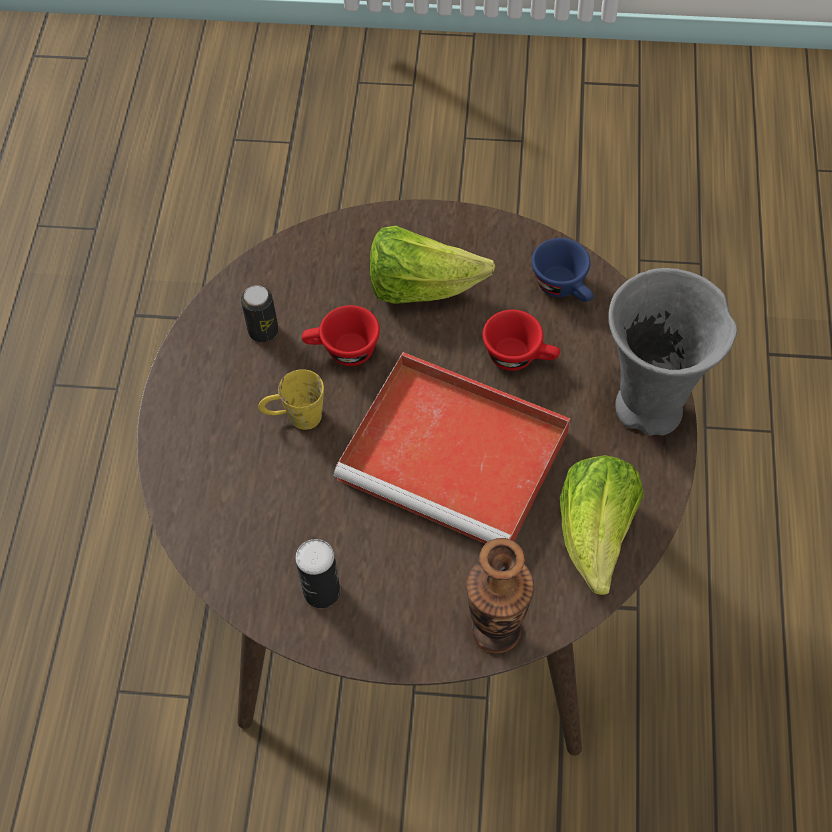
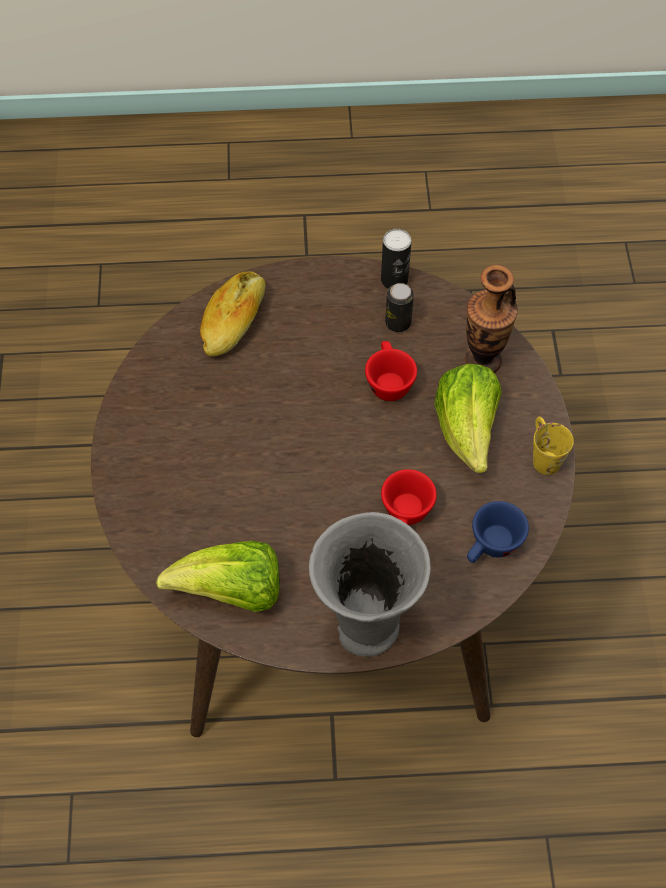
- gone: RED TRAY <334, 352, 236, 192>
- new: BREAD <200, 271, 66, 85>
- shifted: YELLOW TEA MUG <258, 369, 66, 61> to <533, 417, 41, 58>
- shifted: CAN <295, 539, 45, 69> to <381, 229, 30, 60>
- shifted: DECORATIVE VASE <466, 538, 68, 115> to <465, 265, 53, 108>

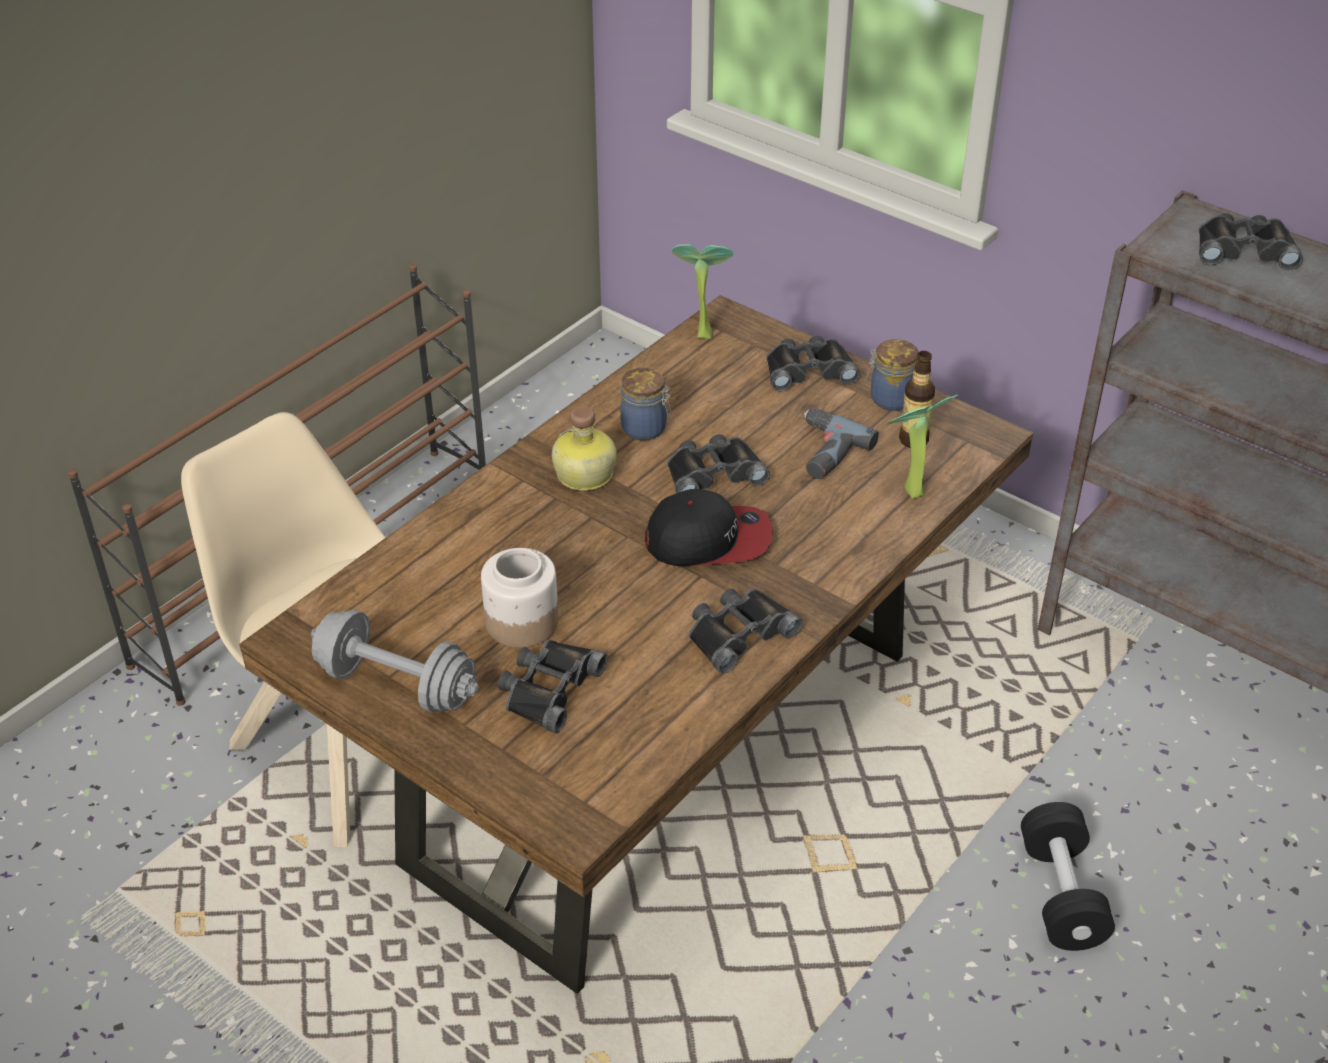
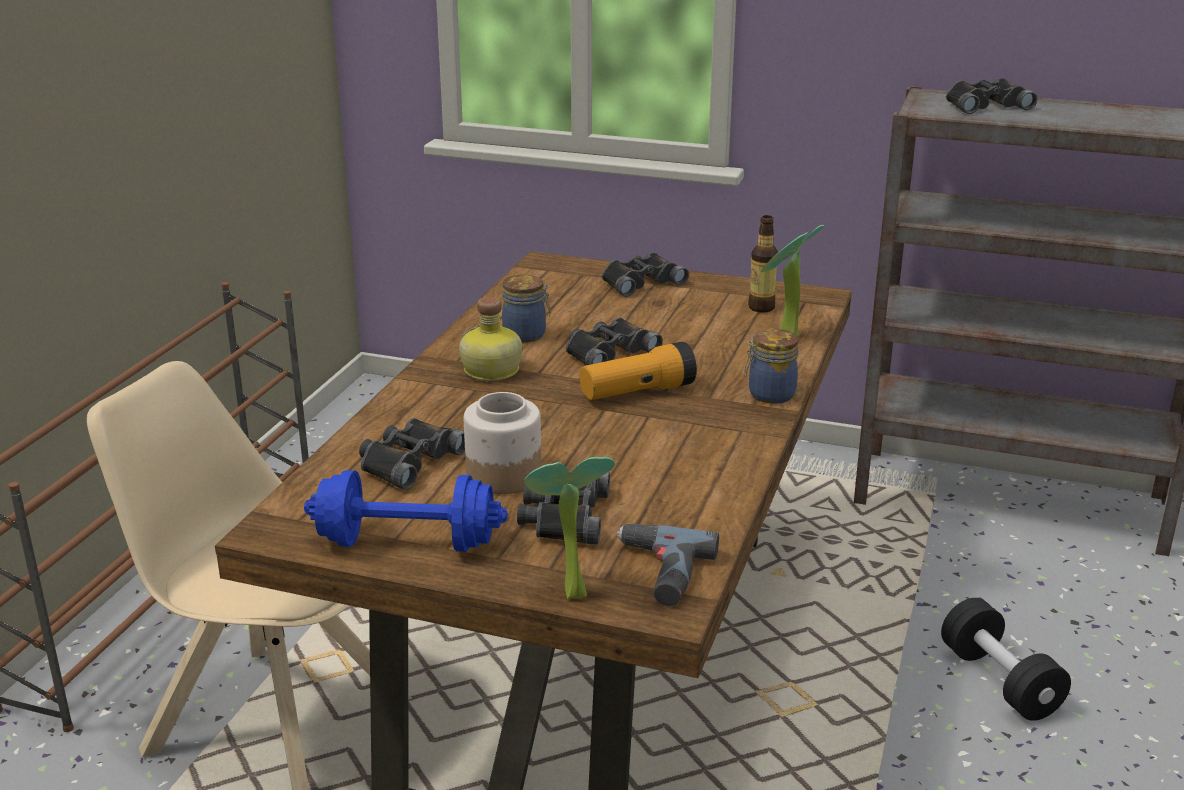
- shifted: POTTED PLANT <672, 244, 61, 95> to <524, 457, 91, 142>
- shifted: BLACK PAIR OF BINOCULARS <688, 589, 115, 85> to <359, 418, 106, 72>
- shifted: ELECTRIC DRILL <804, 408, 75, 71> to <617, 523, 102, 83>
- shifted: PRESERVE JAR <866, 339, 52, 72> to <744, 328, 55, 76>
- swapped: PEAKED CAP <645, 489, 128, 77> to FLASHLIGHT <580, 342, 117, 58>
- repainted: GRAY DUMBBELL <311, 609, 168, 104> to BLUISH DUMBBELL <304, 470, 204, 82>

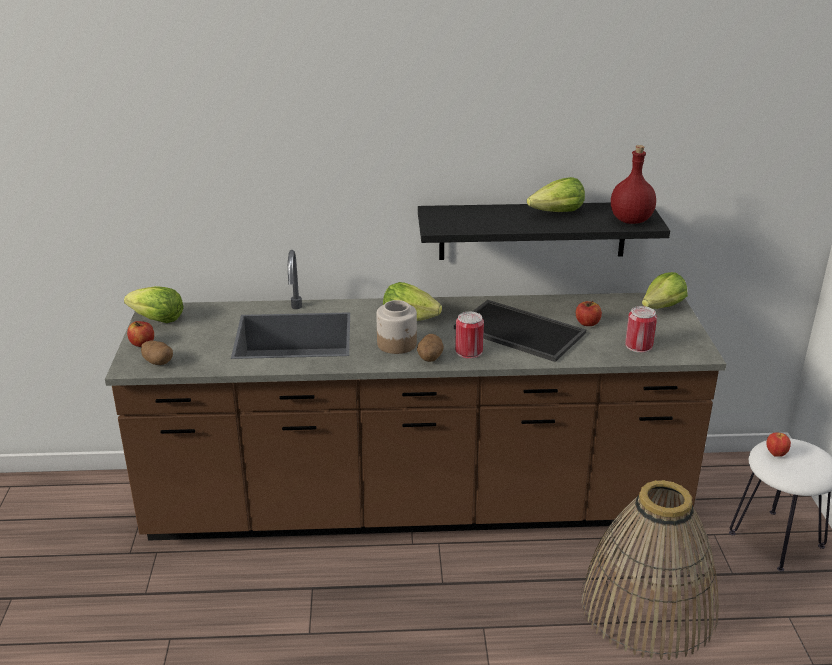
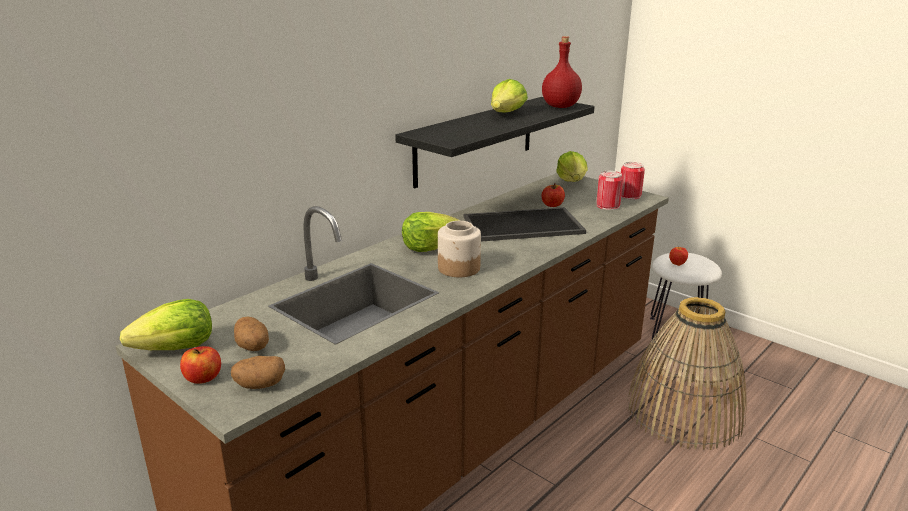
- shifted: POTATO <417, 334, 27, 28> to <234, 317, 35, 34>
- shifted: CAN <455, 312, 29, 47> to <621, 162, 24, 38>

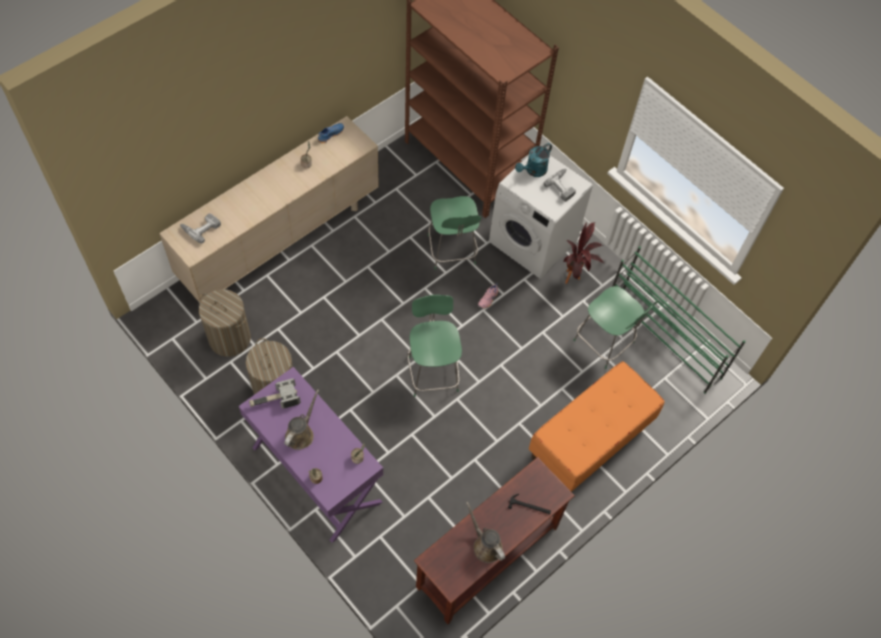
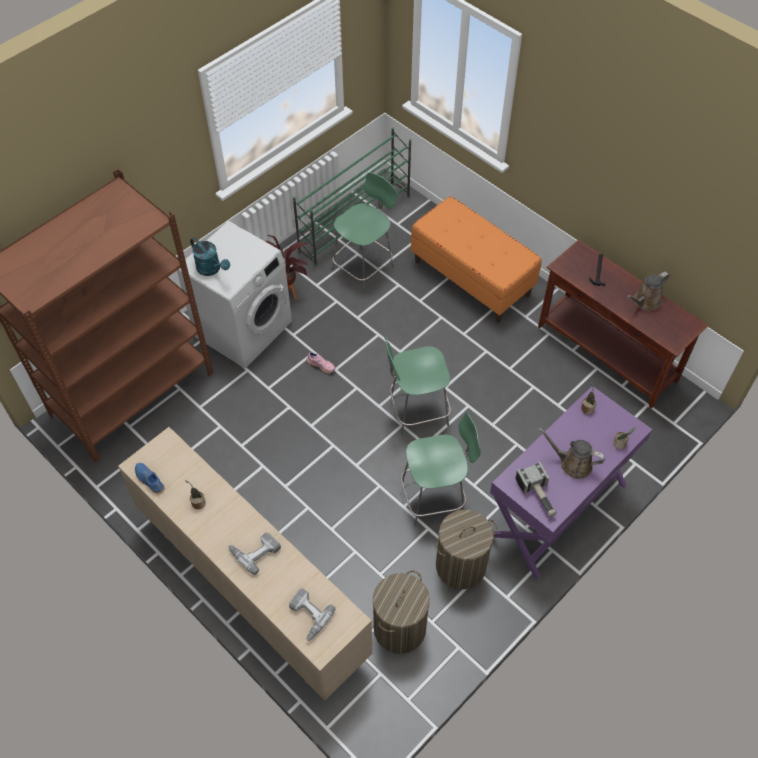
- shifted: GREENISH SITTING STOOL <428, 196, 53, 74> to <401, 413, 80, 113>
- shifted: ELECTRIC DRILL <543, 169, 33, 33> to <228, 532, 53, 43>

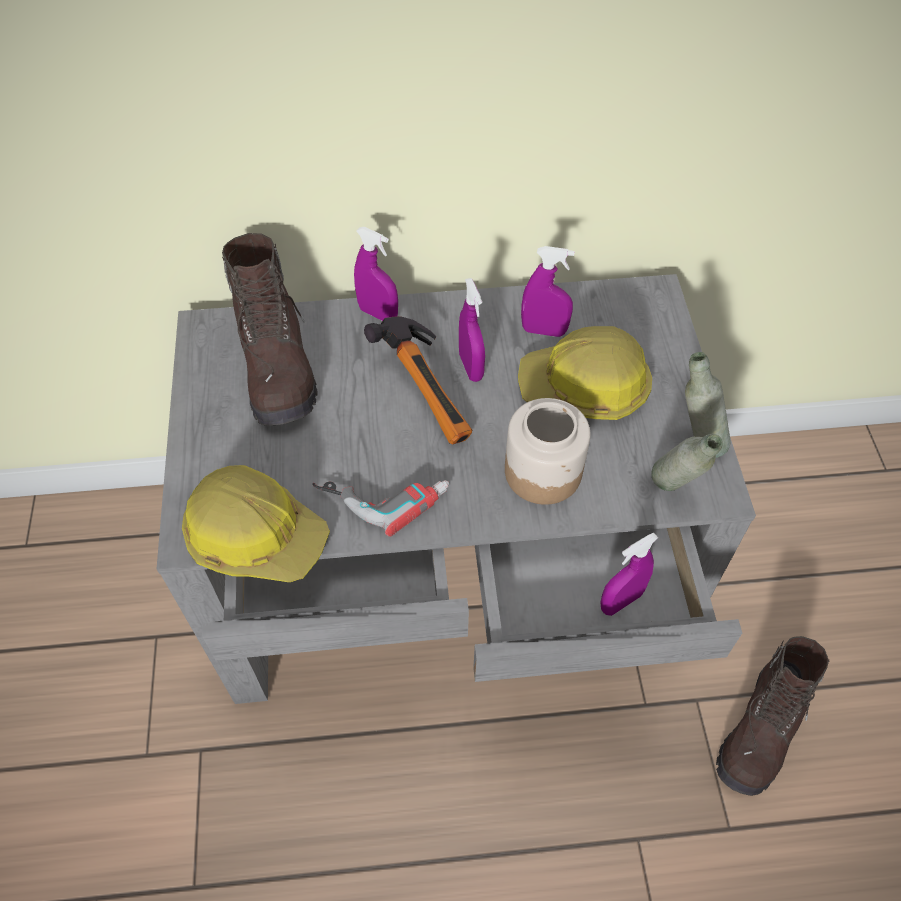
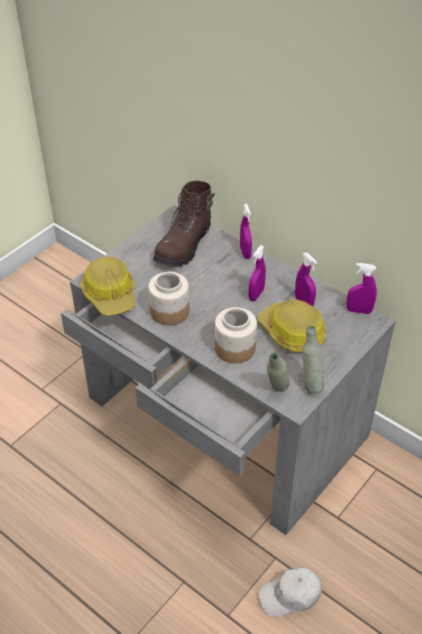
- gone: HAMMER <364, 316, 108, 128>
- shifted: PURPLE-COLOURED SPRAY BOTTLE <600, 533, 58, 83> to <347, 263, 30, 51>
- swapped: ELECTRIC DRILL <312, 480, 137, 57> to PRESERVE JAR <148, 272, 41, 54>
- swapped: BROWN-COLOURED TALL BOOT <716, 636, 113, 160> to WHITE PEAKED CAP <259, 567, 63, 50>

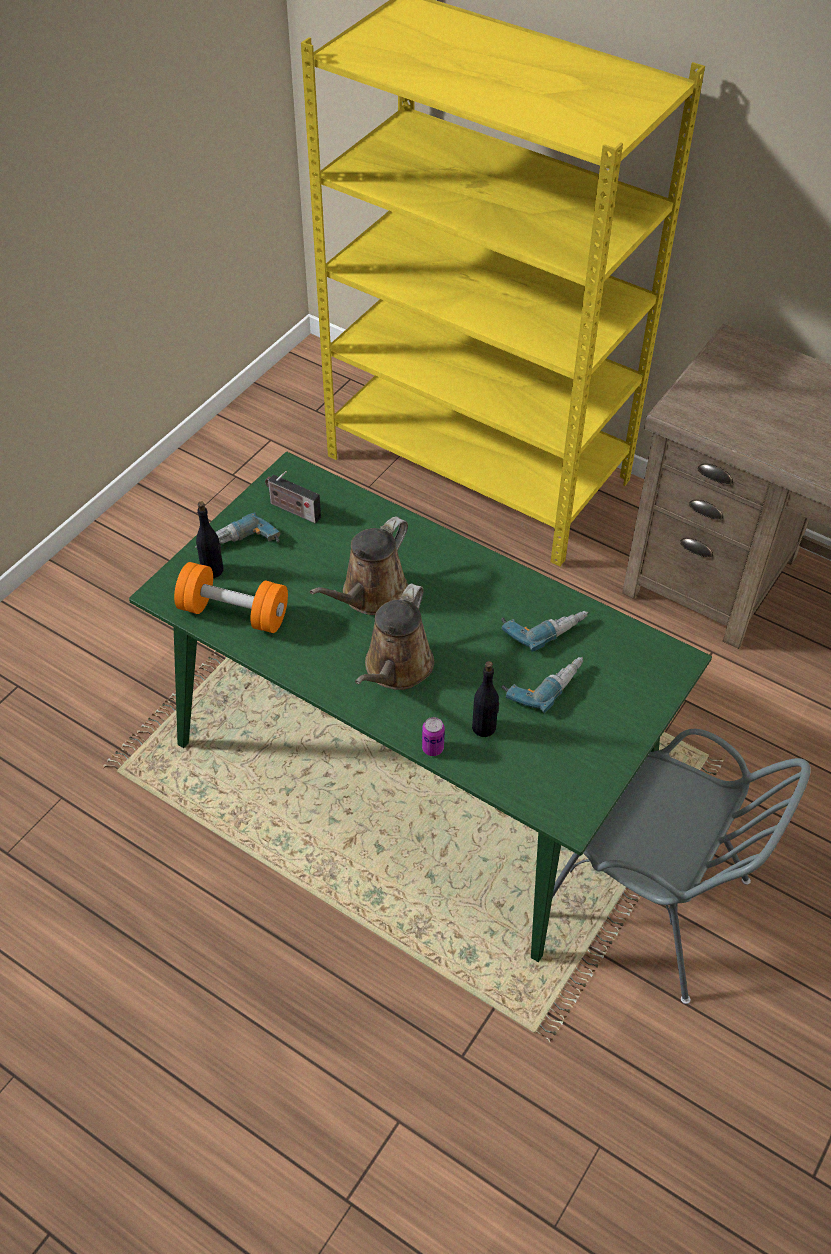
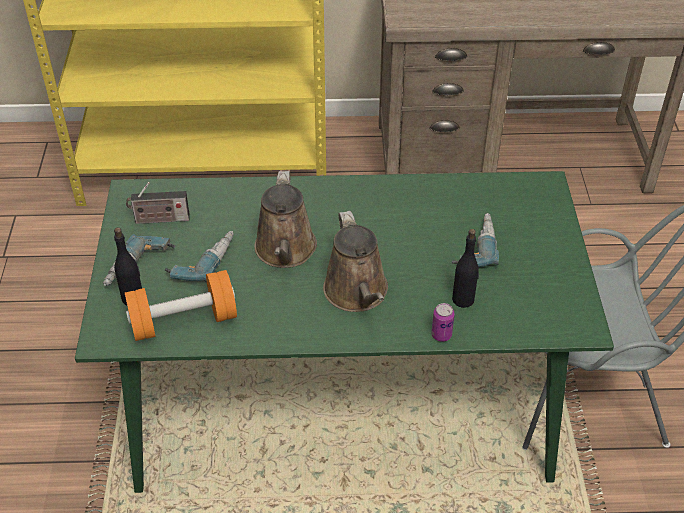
- shifted: ELECTRIC DRILL <501, 611, 87, 41> to <165, 231, 69, 51>

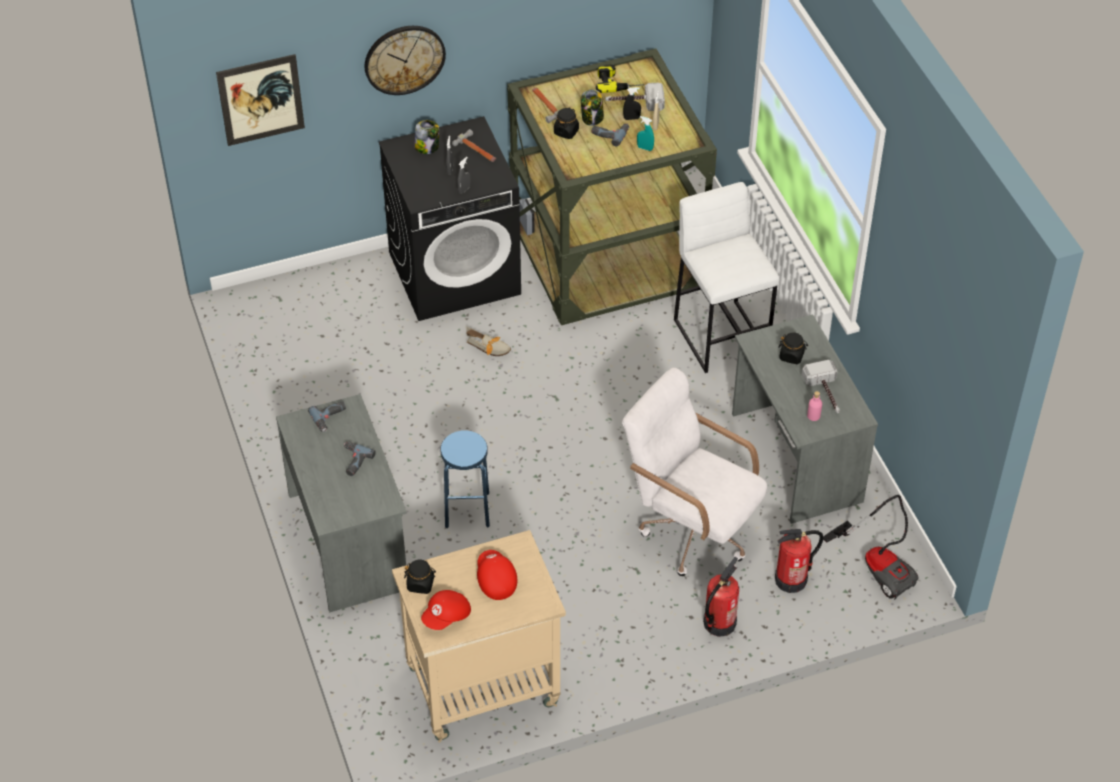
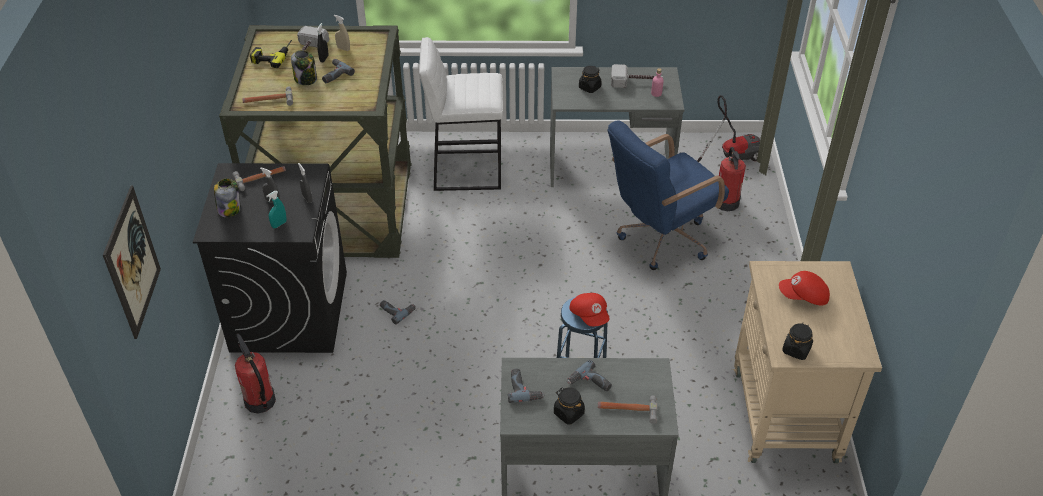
- gone: WALL CLOCK <364, 26, 82, 69>
- new: HAMMER <598, 395, 59, 29>
- shifted: RED PEAKED CAP <421, 590, 50, 40> to <570, 293, 39, 33>
- shifted: BLACK PRESERVE JAR <554, 108, 25, 31> to <554, 387, 31, 37>
- shifted: TURQUOISE-COLOURED SPRAY BOTTLE <637, 116, 17, 35> to <266, 191, 21, 37>
- shifted: FIRE EXTINGUISHER <703, 557, 36, 80> to <235, 333, 41, 81>
- swapped: ITEM OF FOOTWEAR <466, 327, 45, 29> to ELECTRIC DRILL <380, 300, 36, 25>
- repainted: WHITE OFFICE CHAIR <622, 368, 145, 208> to BLUISH OFFICE CHAIR <608, 120, 121, 150>

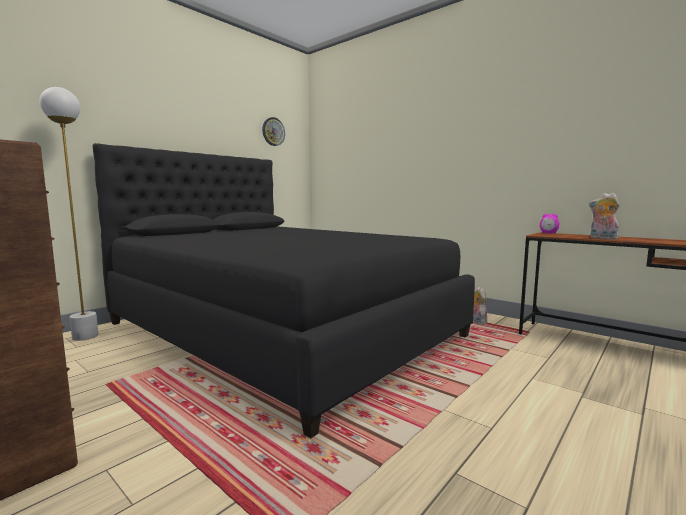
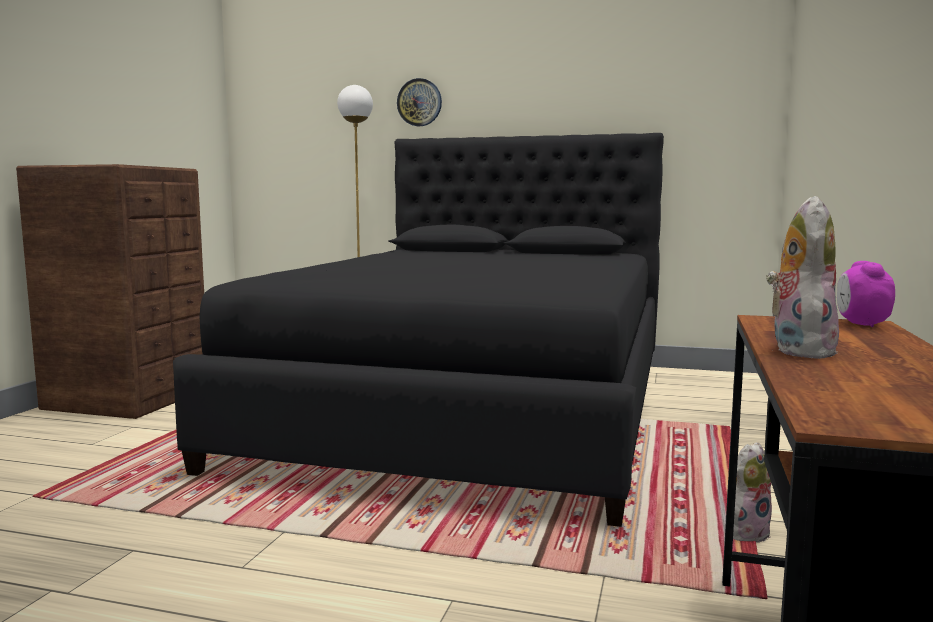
- shifted: WALL CLOCK <262, 117, 23, 29> to <397, 78, 45, 48>

